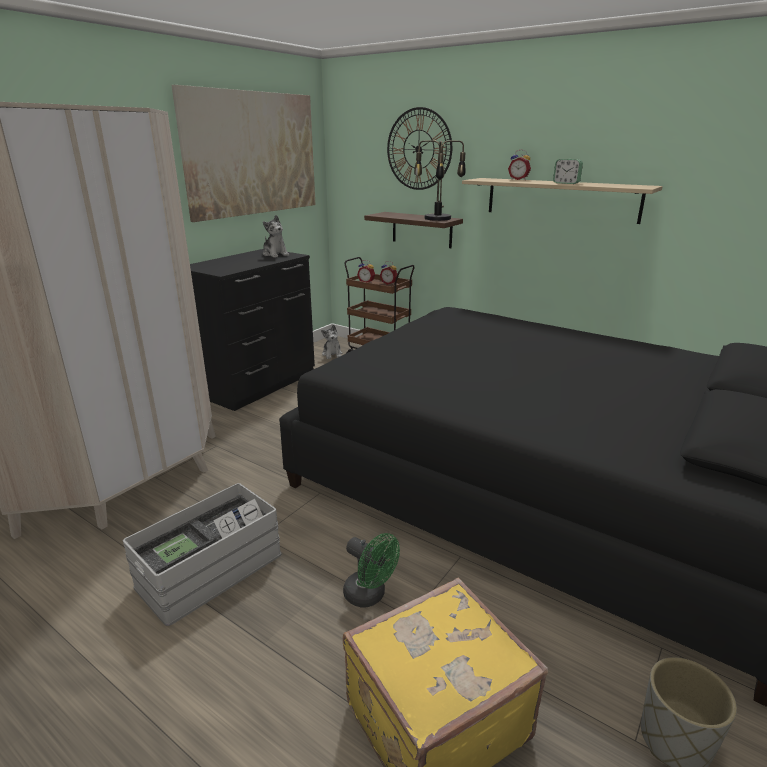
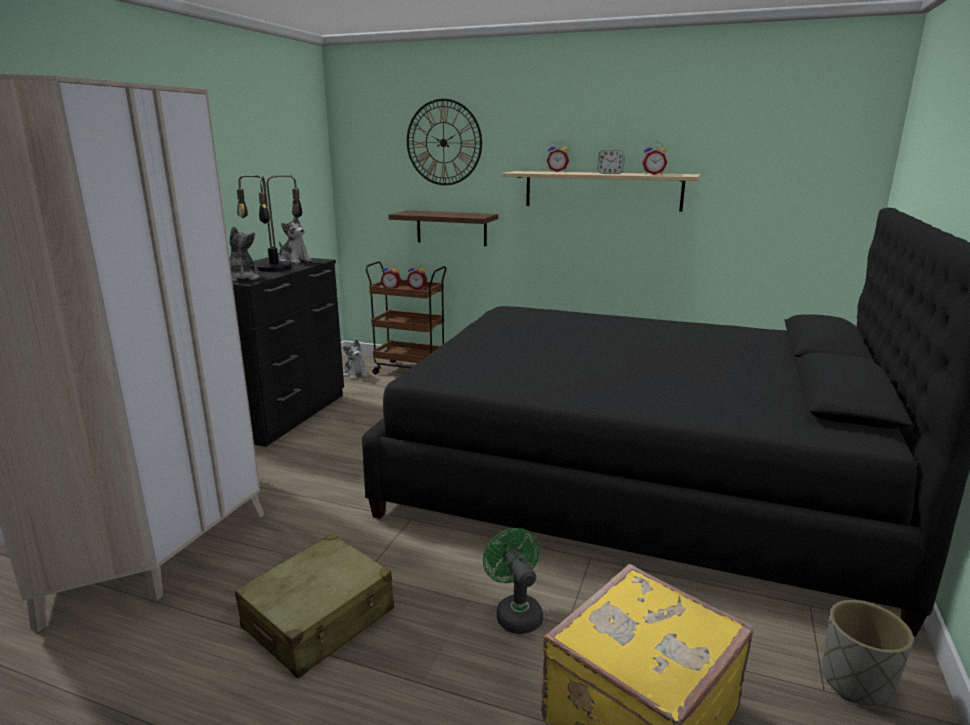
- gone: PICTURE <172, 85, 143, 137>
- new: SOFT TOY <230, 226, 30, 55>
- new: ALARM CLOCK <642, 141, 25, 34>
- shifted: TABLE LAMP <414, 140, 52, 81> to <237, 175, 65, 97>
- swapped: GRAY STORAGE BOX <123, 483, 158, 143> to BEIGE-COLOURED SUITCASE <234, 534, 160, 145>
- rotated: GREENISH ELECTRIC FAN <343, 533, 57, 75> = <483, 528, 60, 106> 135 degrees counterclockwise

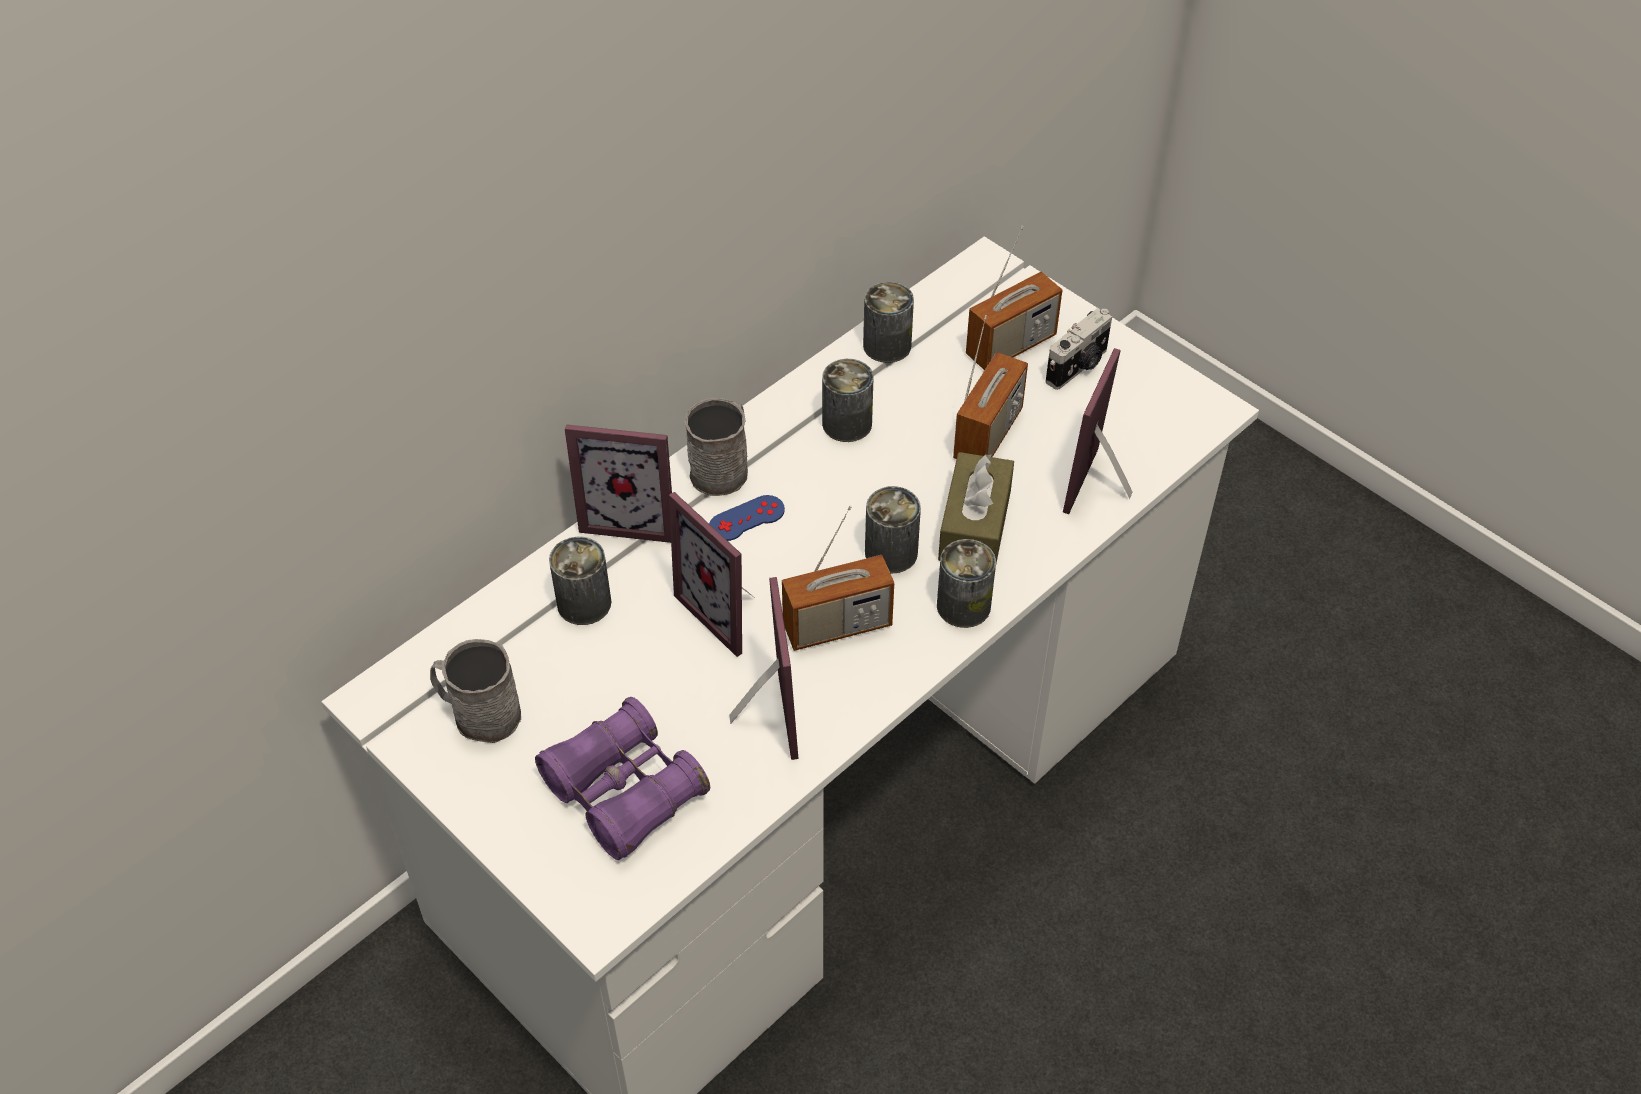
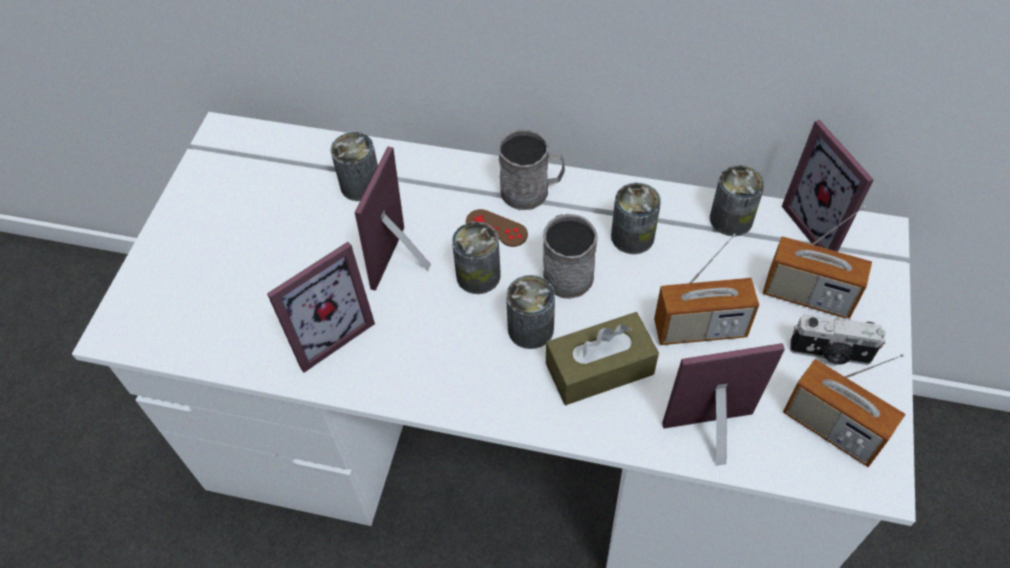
- gone: PURPLE-COLOURED PAIR OF BINOCULARS <535, 697, 175, 163>
- shifted: GRAY TEA MUG <430, 639, 91, 104> to <543, 214, 55, 85>
- shifted: STANDING FRAME <565, 424, 107, 119> to <782, 120, 92, 132>
- shifted: RADIO SET <782, 506, 112, 145> to <783, 354, 122, 113>
- shifted: CAN <937, 539, 59, 89> to <452, 222, 49, 72>
- repainted: BLUISH GAME CONTROLLER <709, 495, 76, 46> to BROWN-COLOURED GAME CONTROLLER <466, 209, 62, 38>

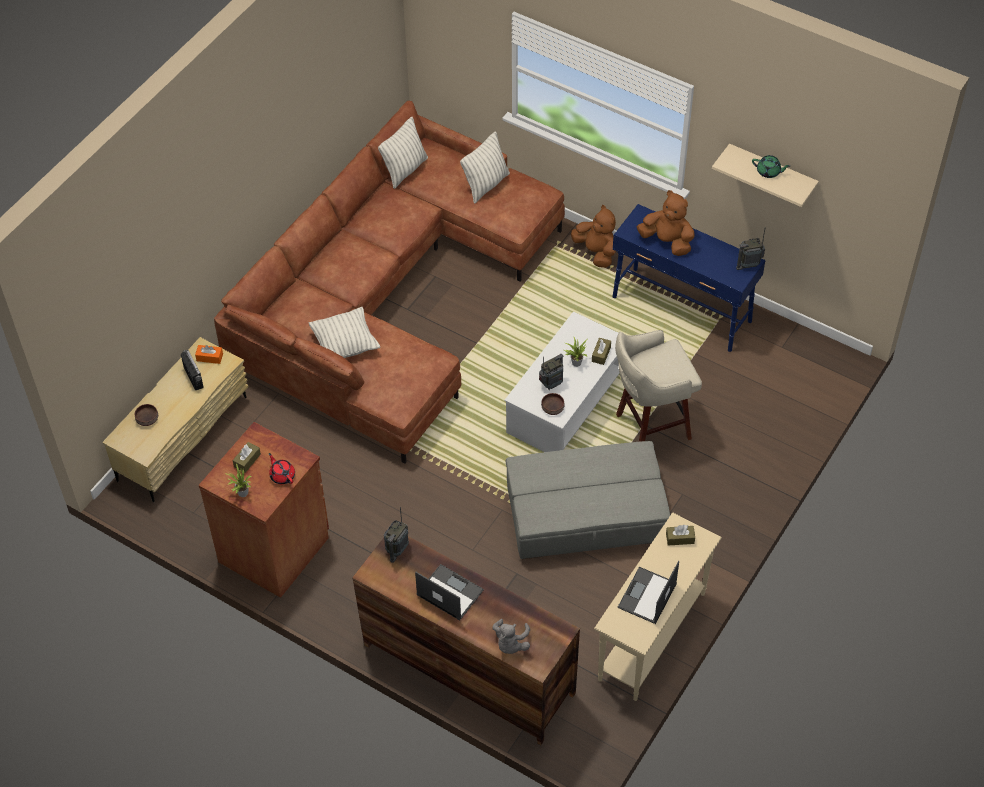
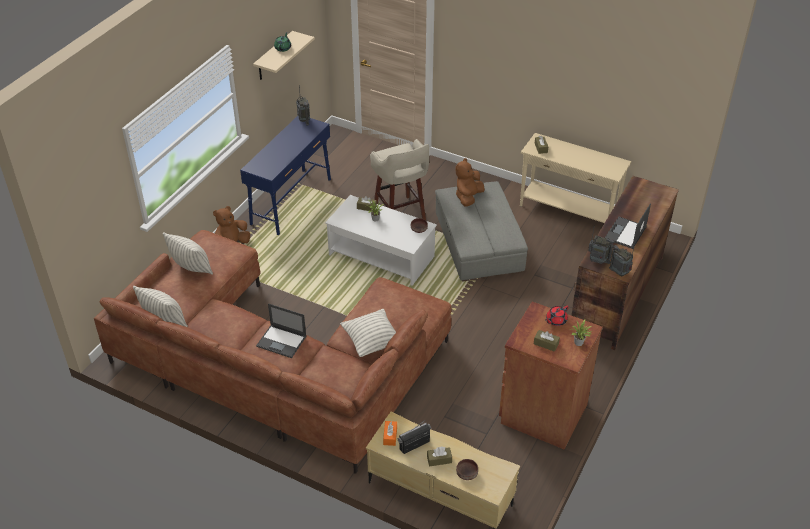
- gone: GRAY SOFT TOY <492, 619, 38, 35>
- new: BROWN-COLOURED BOX OF TISSUES <427, 446, 25, 21>
- shifted: RADIO SET <539, 354, 24, 36> to <609, 244, 26, 33>
- shifted: NOTEBOOK COMPUTER <617, 561, 62, 63> to <256, 304, 50, 54>
- shifted: BROWN-COLOURED SOFT TOY <637, 190, 58, 66> to <456, 158, 29, 49>

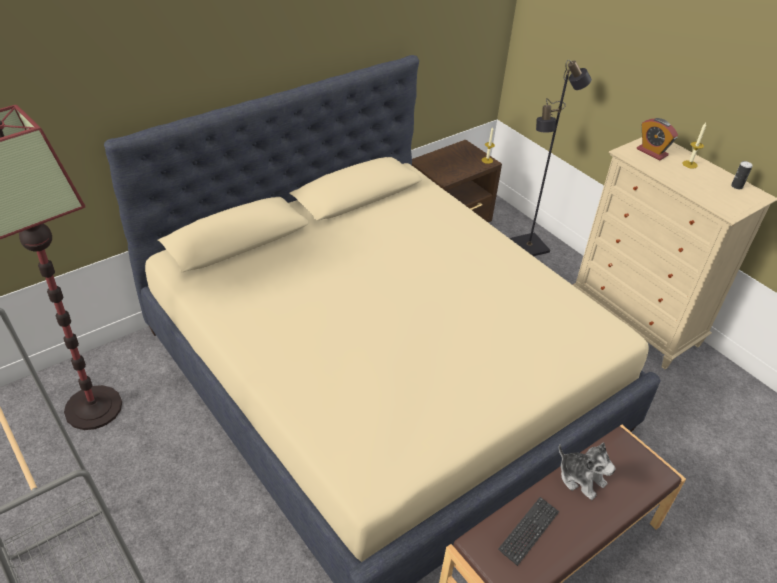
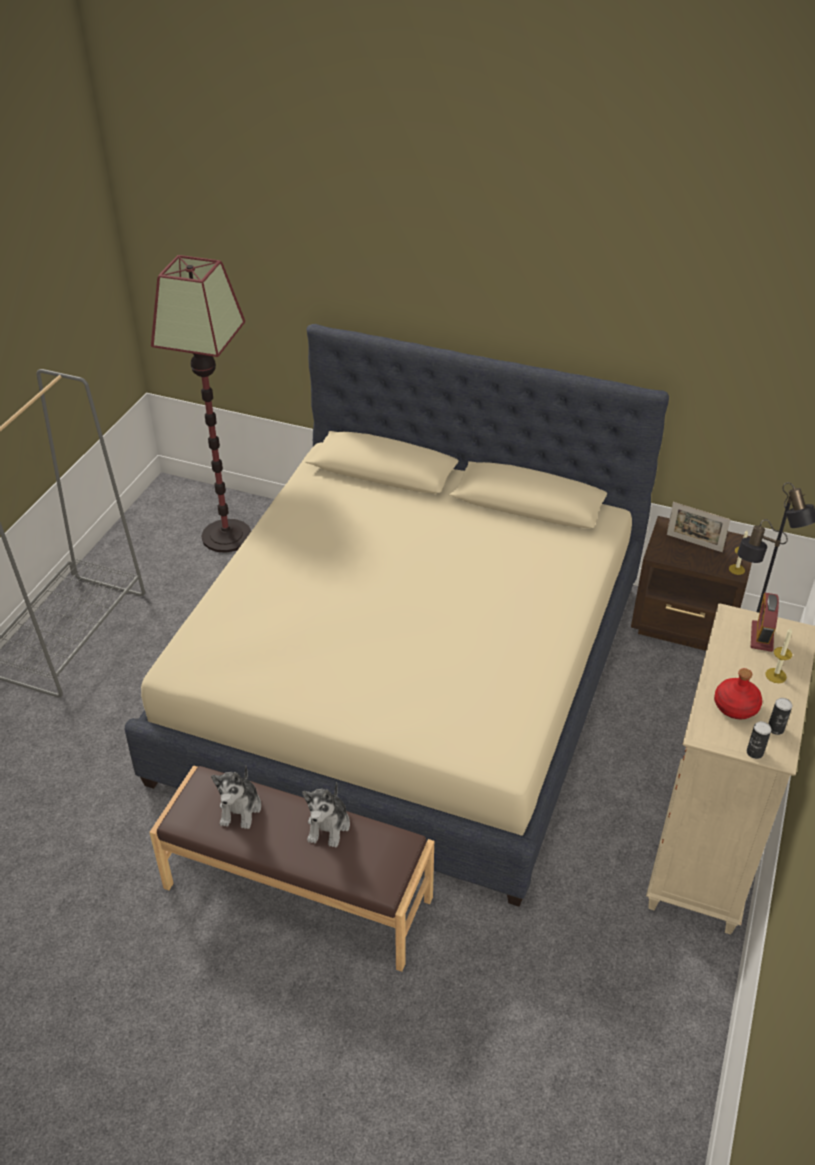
- new: STANDING FRAME <667, 502, 64, 50>
- new: RED BOTTLE <714, 668, 48, 51>
- new: CAN <747, 721, 24, 38>
- swapped: COMPUTER KEYBOARD <498, 497, 61, 69> to SOFT TOY <211, 765, 50, 64>

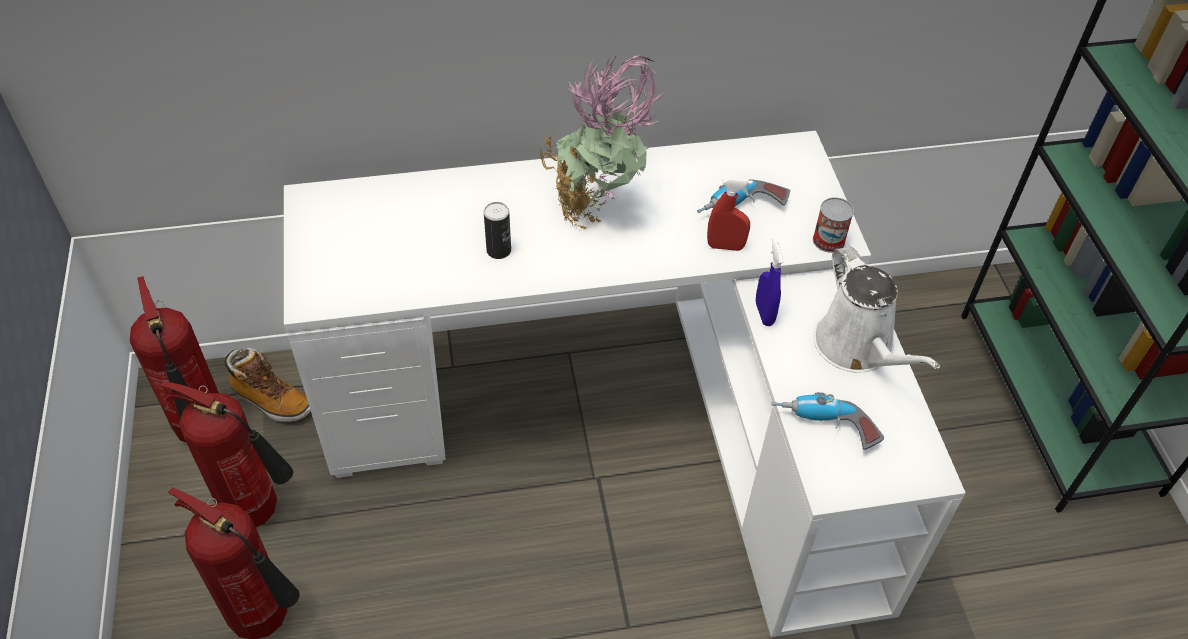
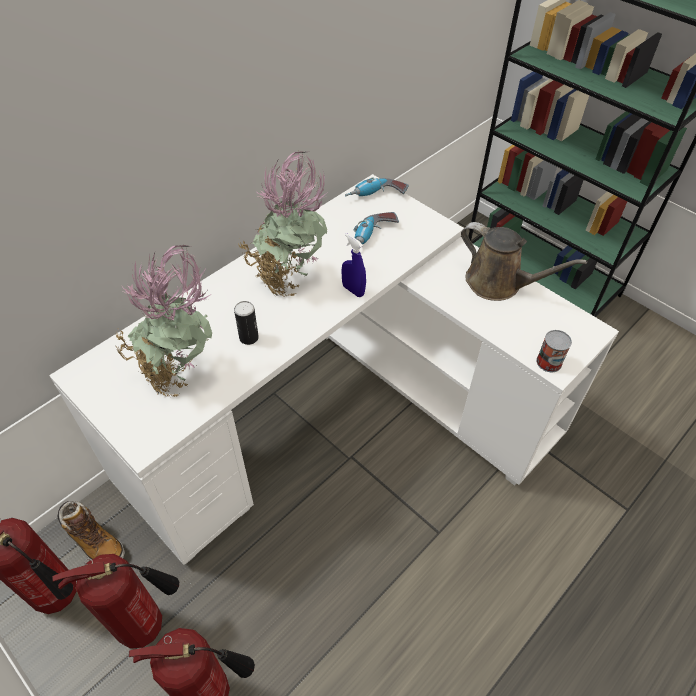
- gone: RED SPRAY BOTTLE <707, 178, 46, 73>
- new: POTTED PLANT <115, 245, 98, 152>
- shifted: BLUISH SPRAY BOTTLE <756, 237, 28, 89> to <342, 233, 24, 64>
- shifted: ELECTRIC DRILL <772, 392, 112, 58> to <345, 177, 64, 19>
- shifted: CAN <813, 197, 41, 56> to <536, 330, 36, 42>
- repainted: WHITE WATERING POT <814, 246, 126, 127> to BROWN-COLOURED WATERING POT <461, 222, 126, 79>
- rotated: TALL BOOT <224, 347, 87, 75> = <57, 501, 68, 58> 45 degrees clockwise

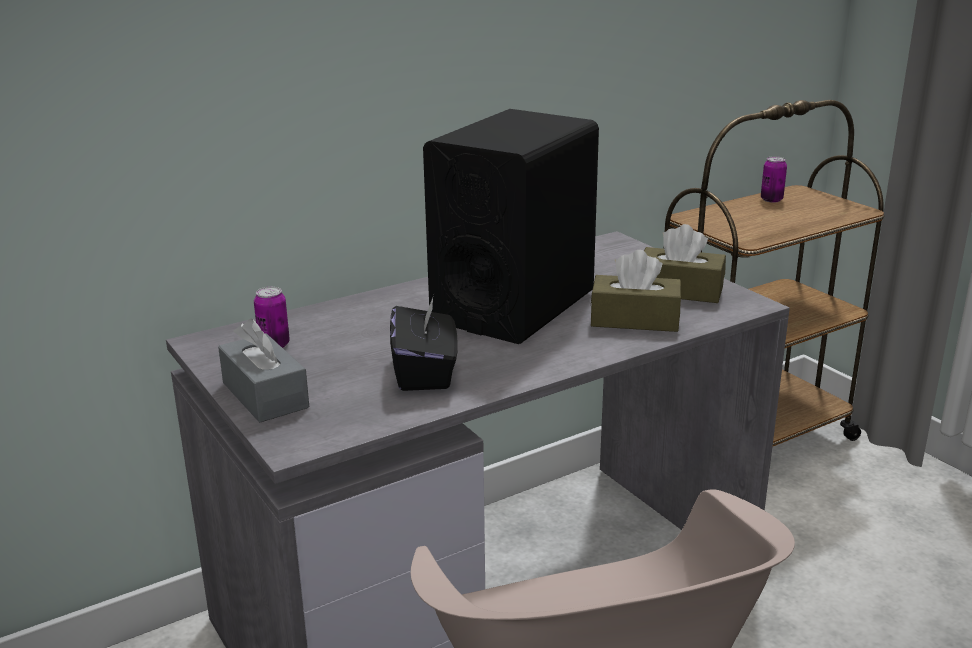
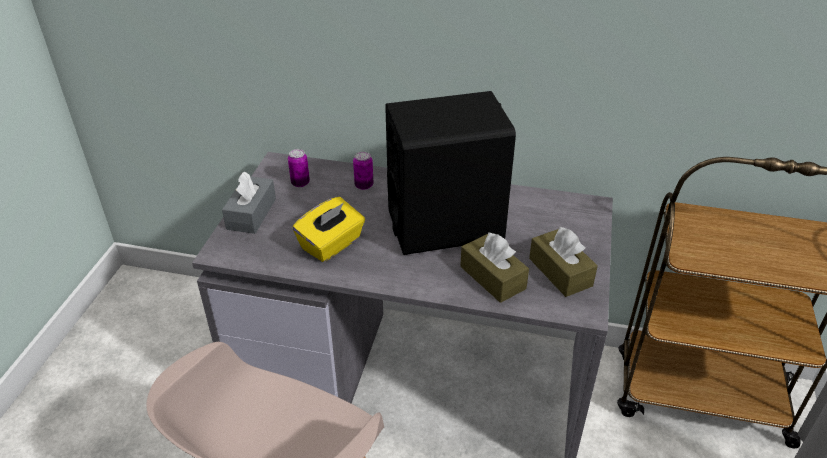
- shifted: CAN <761, 156, 26, 47> to <353, 151, 20, 39>
- repainted: BLACK BOX OF TISSUES <390, 295, 68, 96> to YELLOW BOX OF TISSUES <293, 197, 72, 65>

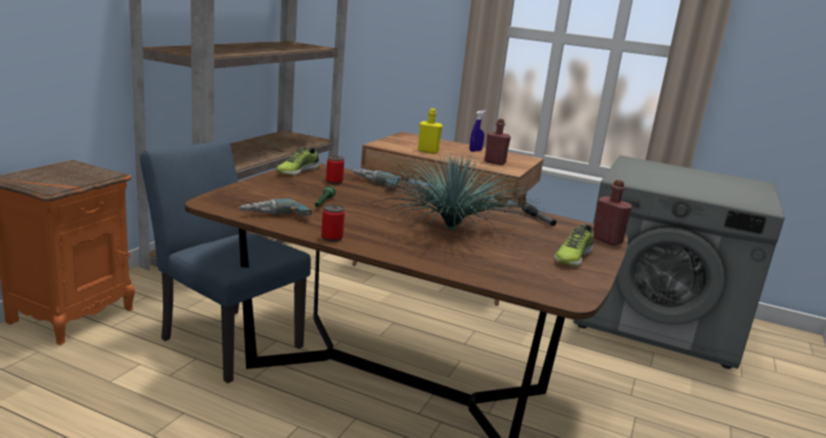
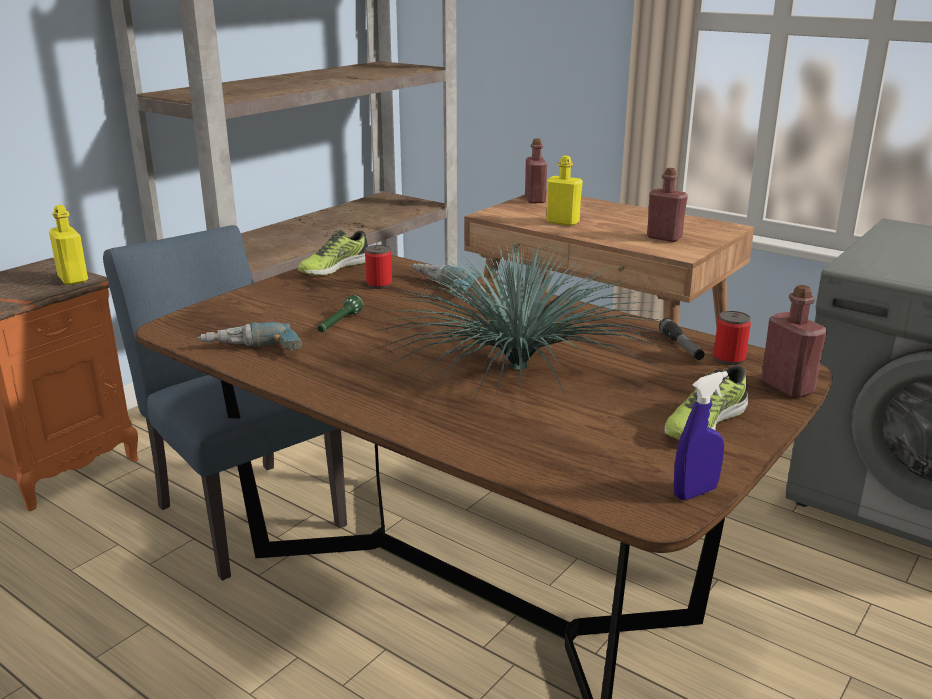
- new: YELLOW BOTTLE <49, 205, 39, 80>
- new: RED BOTTLE <525, 138, 22, 65>
- shifted: CAN <321, 204, 24, 38> to <714, 311, 37, 54>
- shifted: BLUISH SPRAY BOTTLE <470, 110, 16, 42> to <674, 371, 54, 129>

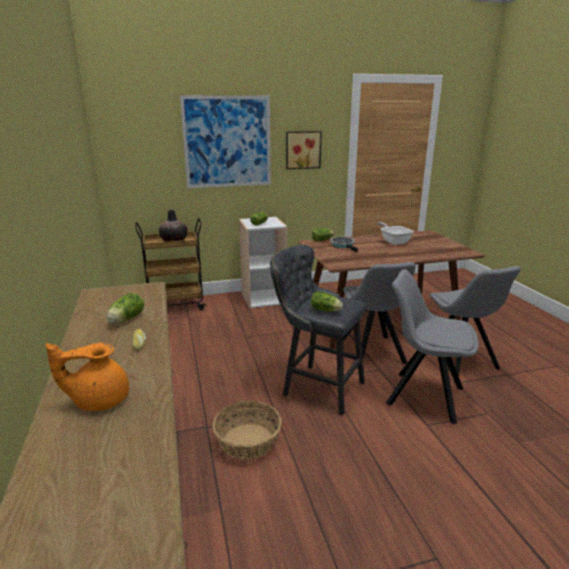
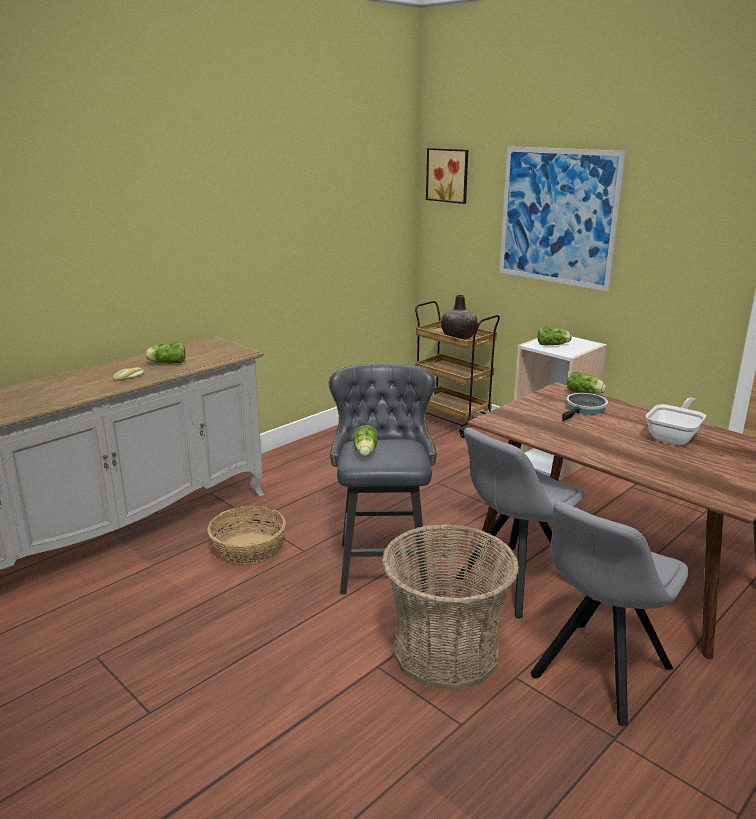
- gone: ORANGE POT FOR TEA <45, 343, 84, 68>
- shifted: PICTURE <286, 131, 36, 38> to <426, 148, 42, 56>
- swapped: GRAY UPRIGHT CHAIR <386, 269, 93, 155> to HOUSEHOLD BASKET <382, 524, 137, 167>

